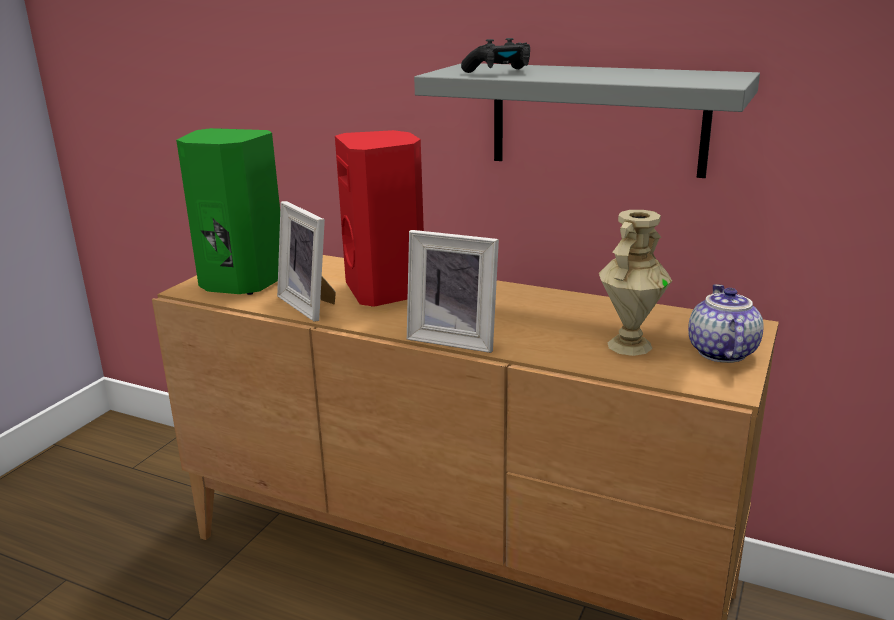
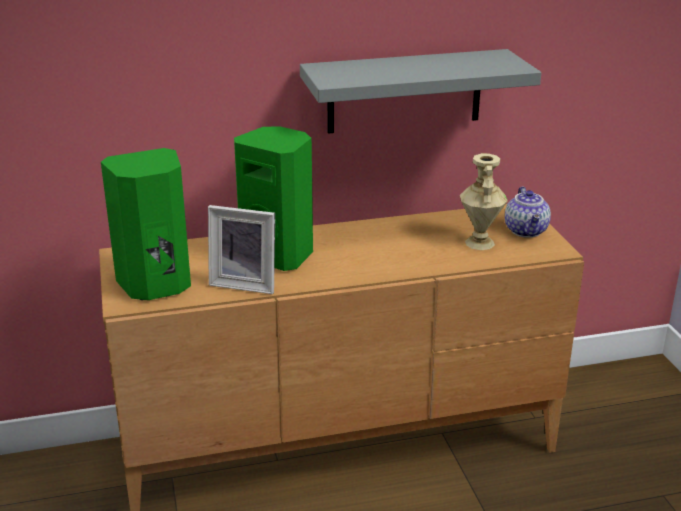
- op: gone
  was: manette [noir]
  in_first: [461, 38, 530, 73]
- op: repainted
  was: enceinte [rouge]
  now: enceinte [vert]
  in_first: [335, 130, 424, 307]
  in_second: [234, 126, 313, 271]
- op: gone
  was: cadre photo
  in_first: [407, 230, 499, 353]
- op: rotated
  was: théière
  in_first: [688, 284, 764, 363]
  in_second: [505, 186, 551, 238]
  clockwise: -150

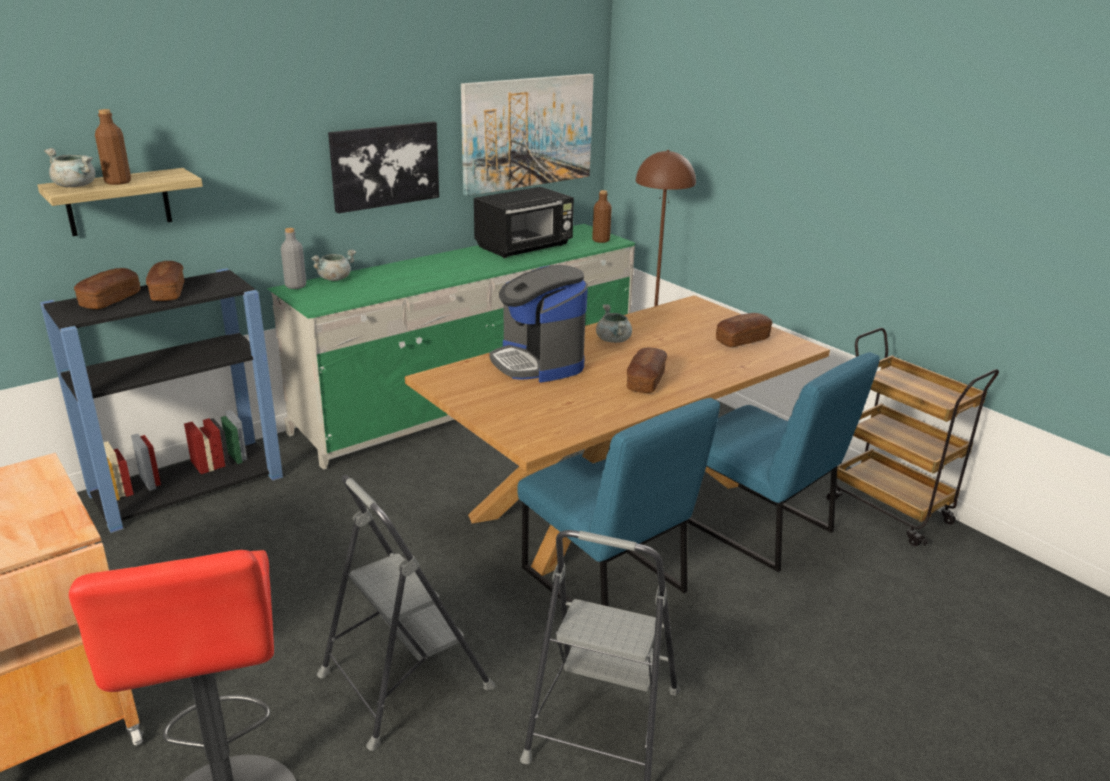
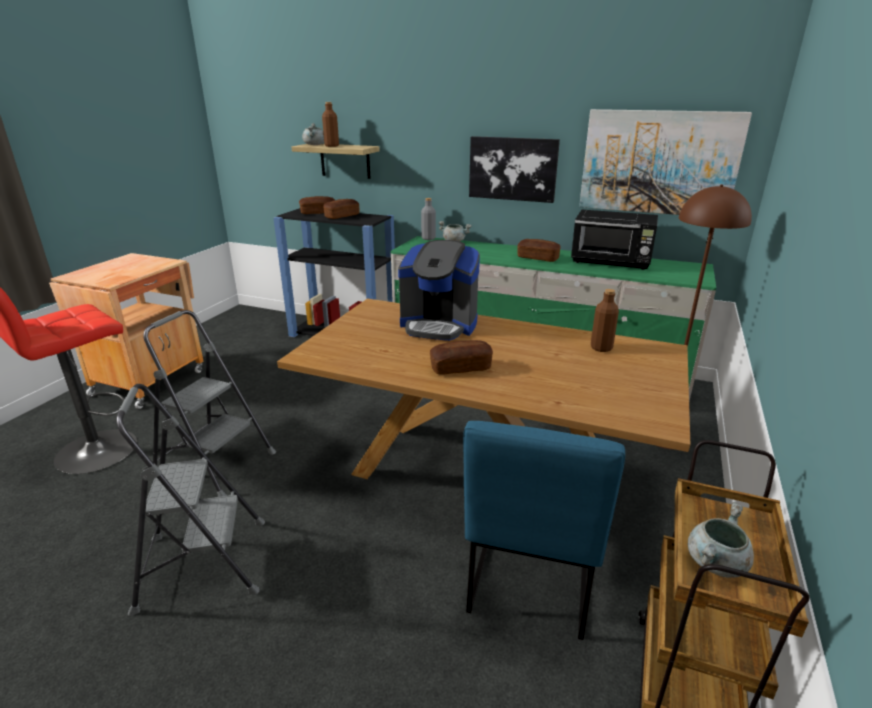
- op: shifted
  was: bouteille [marron]
  in_first: [592, 190, 612, 243]
  in_second: [591, 289, 619, 352]
- op: rotated
  was: machine à café
  in_first: [490, 265, 588, 383]
  in_second: [398, 240, 480, 341]
  clockwise: -105
- op: shifted
  was: marmite [gris]
  in_first: [596, 304, 632, 343]
  in_second: [688, 502, 754, 578]
- op: shifted
  was: pain
  in_first: [716, 313, 772, 347]
  in_second: [517, 239, 561, 262]
- op: gone
  was: chaise [bleu]
  in_first: [517, 398, 720, 607]

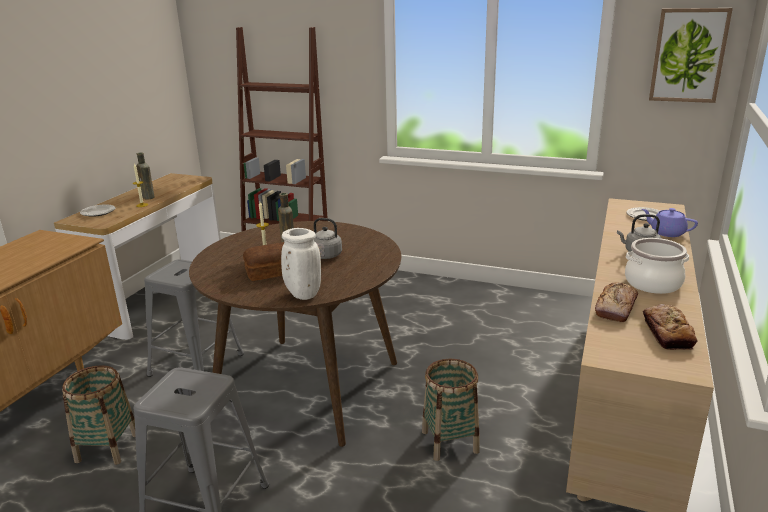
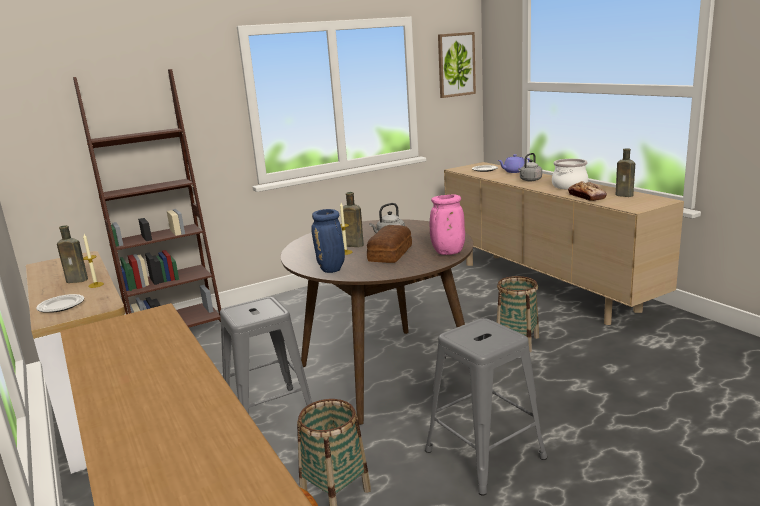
- op: repainted
  was: vase [blanc]
  now: vase [rose]
  in_first: [281, 228, 321, 300]
  in_second: [430, 194, 465, 255]
- op: swapped
  was: pain
  now: bouteille [marron]
  in_first: [643, 304, 697, 350]
  in_second: [616, 148, 635, 197]
- op: new
  now: vase [bleu]
  in_second: [311, 209, 345, 273]

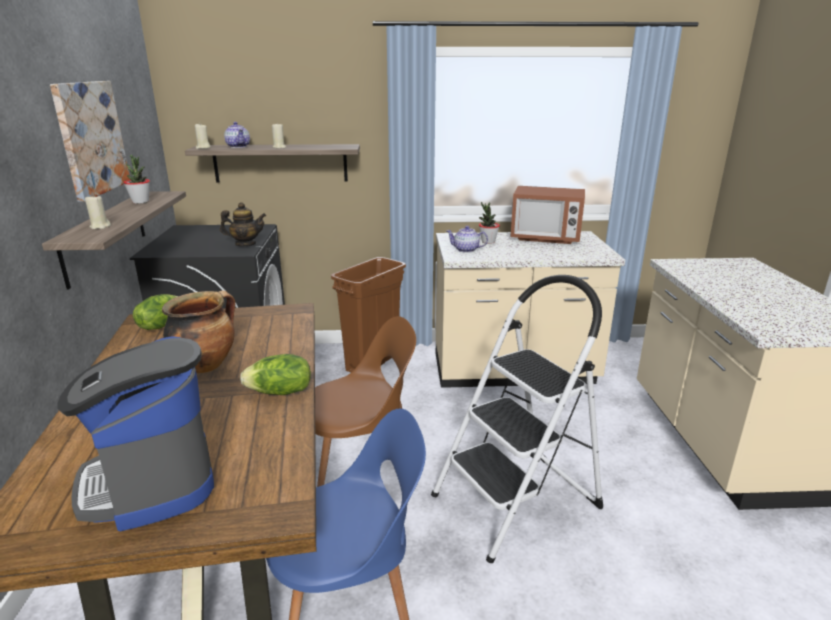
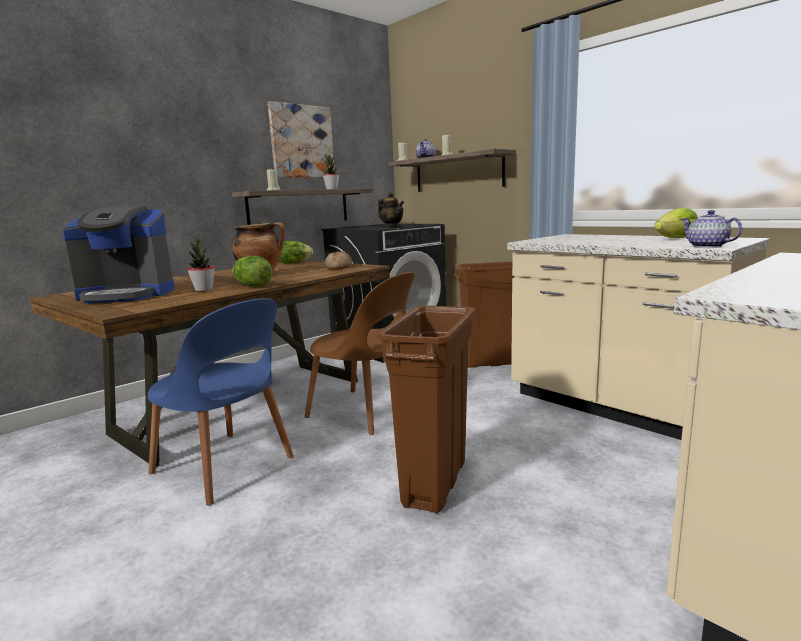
- op: swapped
  was: micro-ondes
  now: laitue
  in_first: [510, 186, 585, 244]
  in_second: [655, 208, 698, 238]
- op: shifted
  was: plante en pot
  in_first: [479, 202, 500, 244]
  in_second: [187, 238, 215, 291]
- op: shifted
  was: théière
  in_first: [446, 226, 488, 253]
  in_second: [681, 210, 742, 248]
- op: swapped
  was: escabeau
  now: poubelle [marron]
  in_first: [431, 275, 603, 563]
  in_second: [377, 306, 475, 513]
- op: rotated
  was: machine à café
  in_first: [57, 336, 214, 531]
  in_second: [62, 206, 174, 304]
  clockwise: -120
- op: new
  now: pain
  in_second: [325, 251, 352, 269]

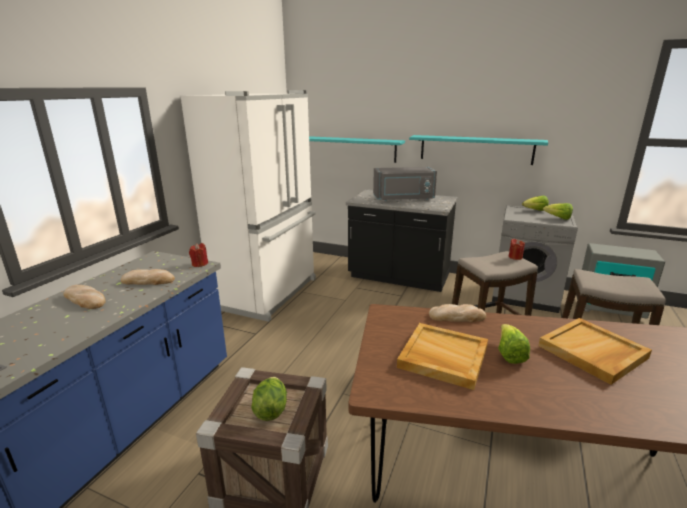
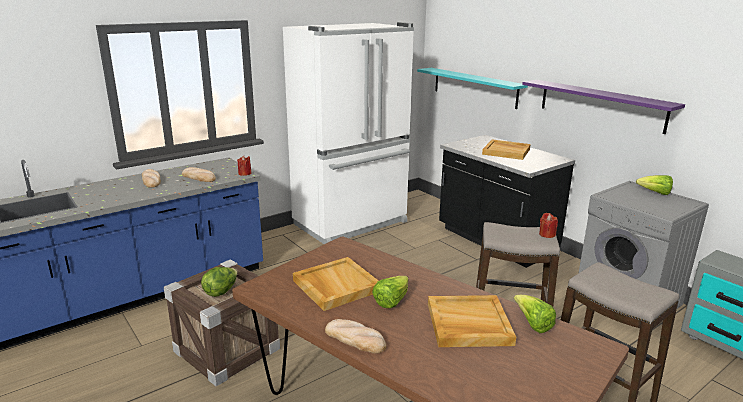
- op: repainted
  was: étagère [turquoise]
  now: étagère [violet]
  in_first: [409, 135, 548, 165]
  in_second: [522, 80, 685, 134]
- op: swapped
  was: micro-ondes [gris]
  now: plateau [beige]
  in_first: [373, 167, 437, 201]
  in_second: [482, 139, 531, 160]
- op: shifted
  was: laitue
  in_first: [543, 203, 573, 220]
  in_second: [514, 295, 556, 333]
- op: shifted
  was: pain
  in_first: [429, 304, 486, 322]
  in_second: [325, 319, 386, 354]

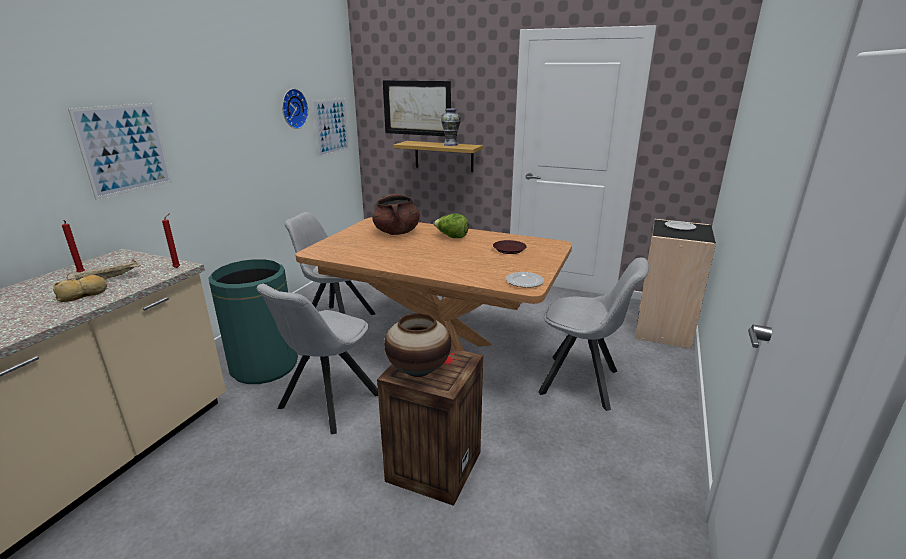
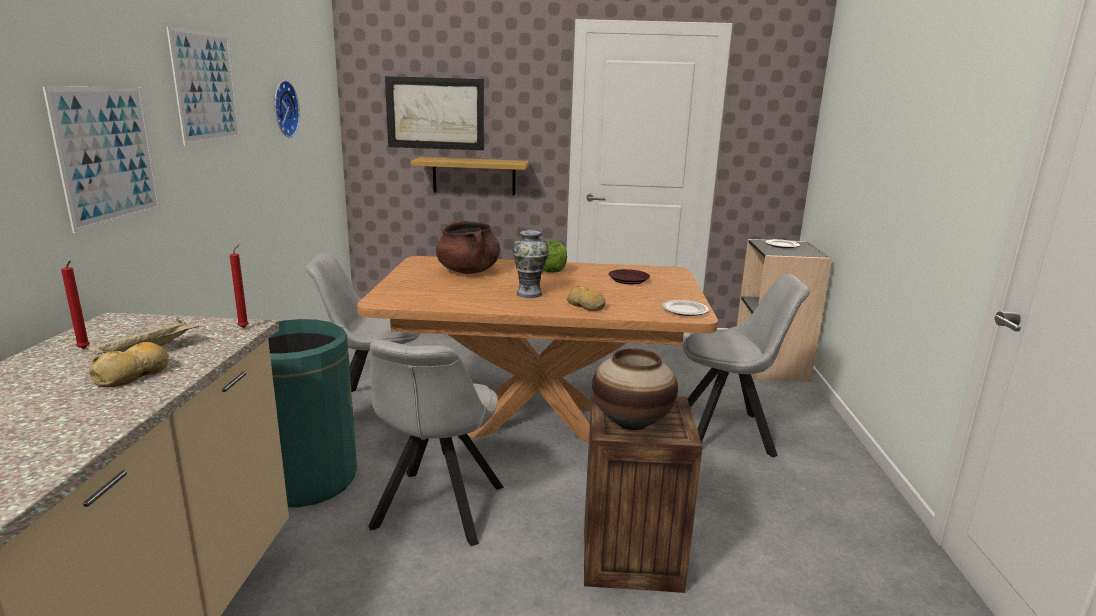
- op: shifted
  was: tableau
  in_first: [313, 98, 349, 157]
  in_second: [166, 26, 240, 145]
- op: shifted
  was: vase
  in_first: [441, 108, 461, 146]
  in_second: [512, 230, 549, 298]
- op: new
  now: pain
  in_second: [567, 286, 606, 311]

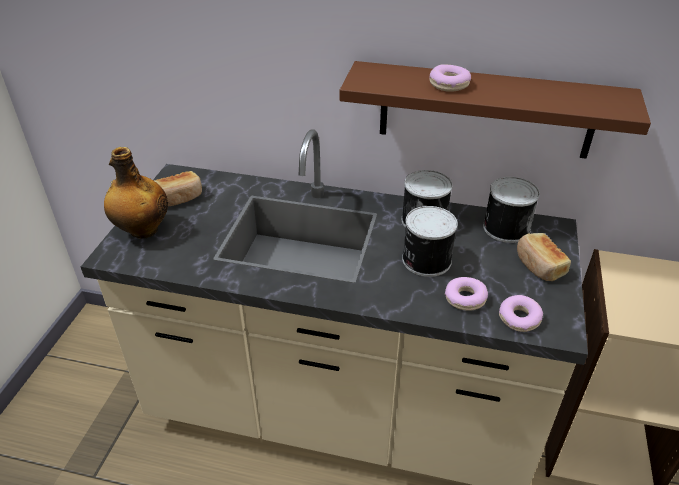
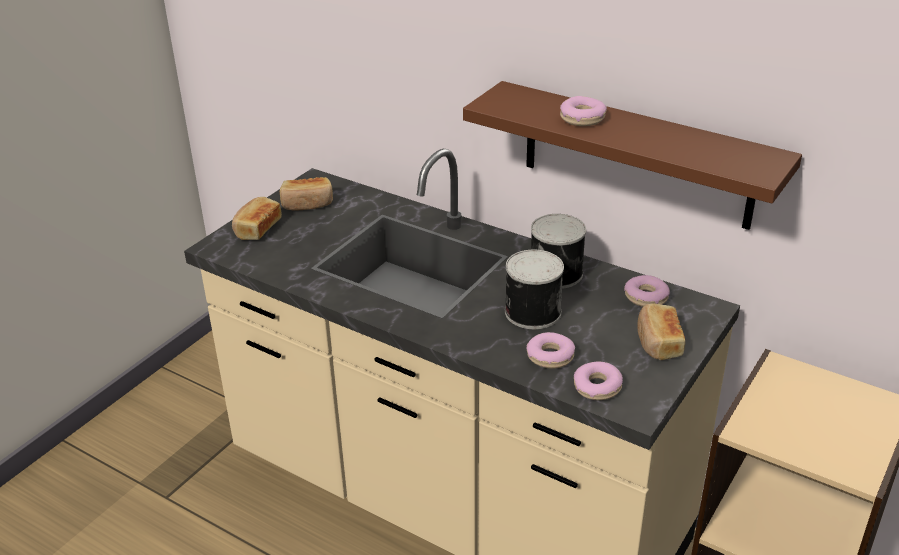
- op: swapped
  was: bouteille
  now: pain
  in_first: [104, 147, 168, 239]
  in_second: [232, 197, 282, 240]
- op: swapped
  was: boîte métallique
  now: beignet
  in_first: [483, 177, 540, 243]
  in_second: [624, 275, 670, 307]

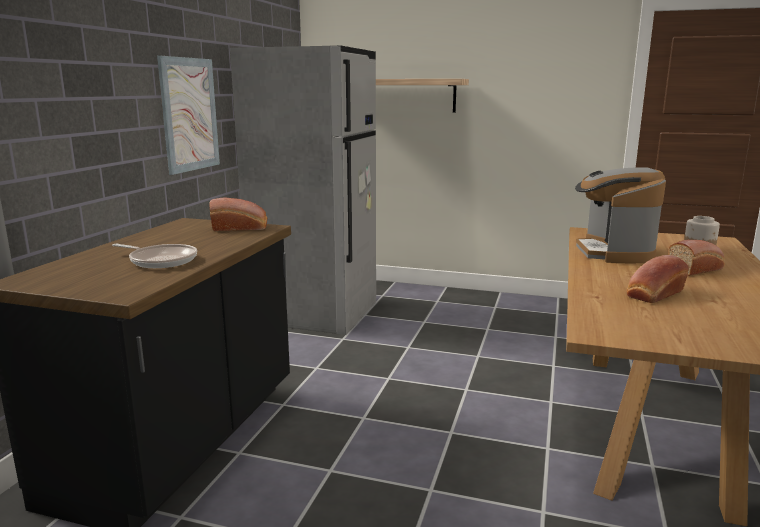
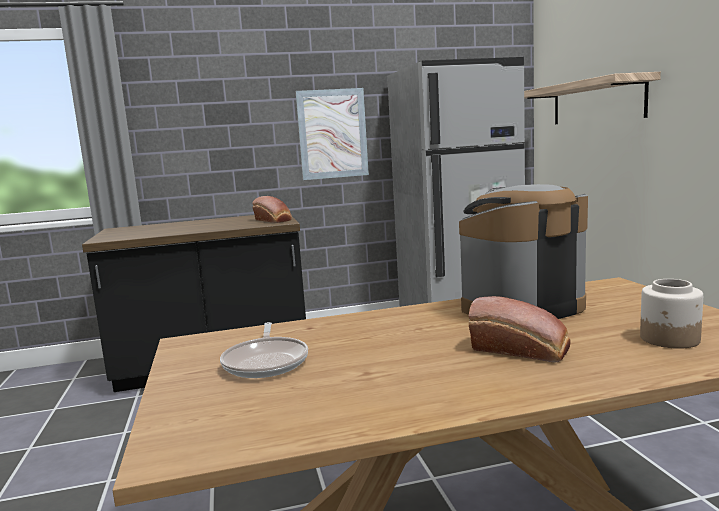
- op: shifted
  was: poêle
  in_first: [112, 244, 197, 268]
  in_second: [220, 322, 308, 378]
- op: gone
  was: pain
  in_first: [626, 255, 689, 303]

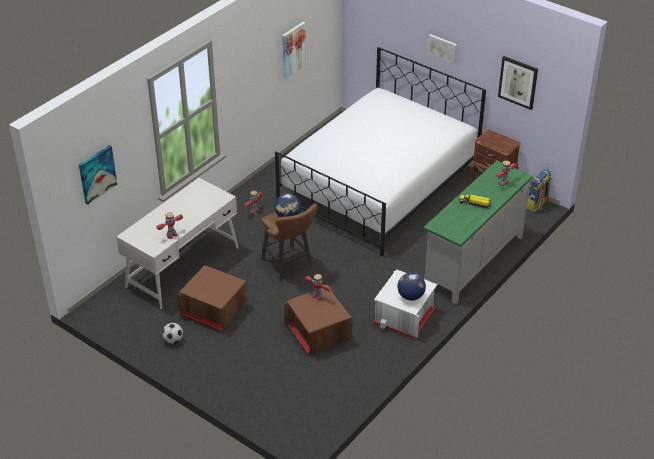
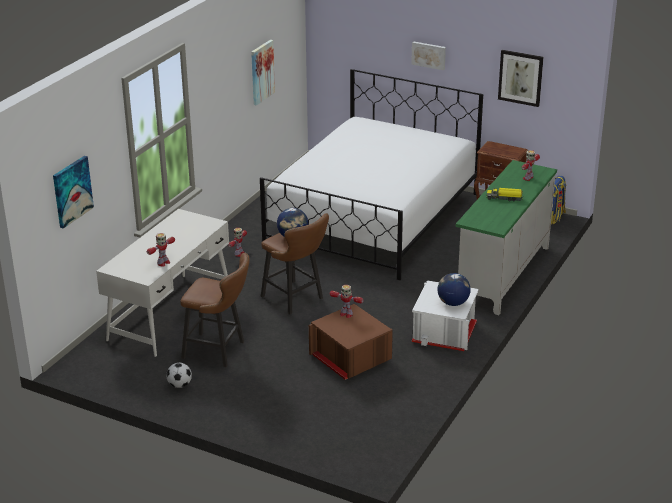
- op: swapped
  was: boîte de rangement [marron]
  now: tabouret [marron]
  in_first: [178, 265, 247, 331]
  in_second: [180, 253, 249, 367]

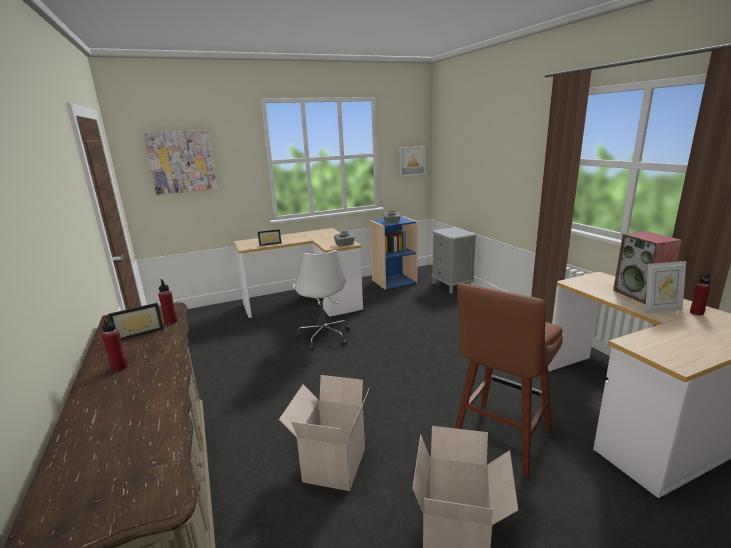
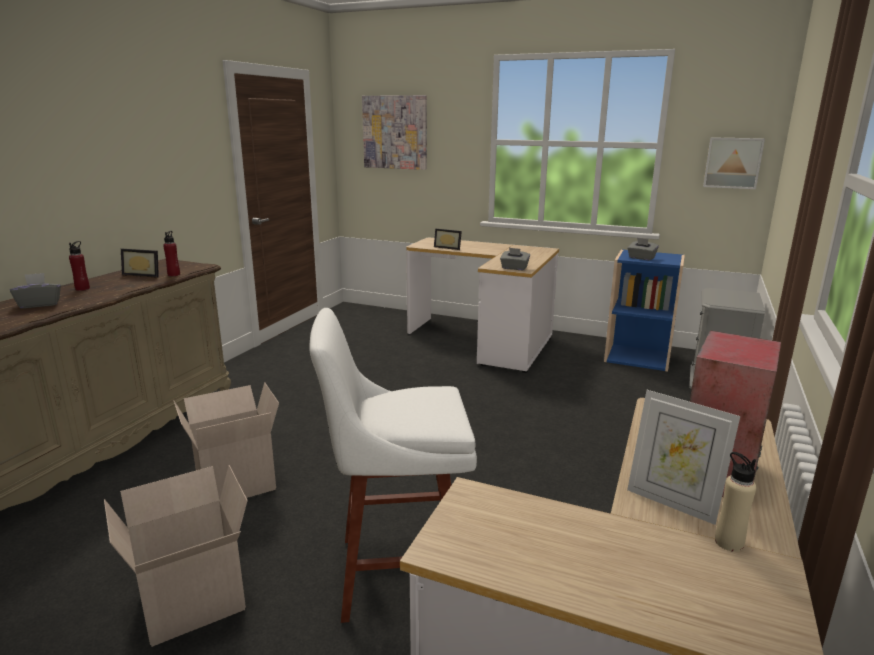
- op: gone
  was: chaise de bureau [blanc]
  in_first: [293, 250, 350, 351]
- op: repainted
  was: bouteille [rouge]
  now: bouteille [beige]
  in_first: [690, 274, 711, 315]
  in_second: [715, 452, 756, 552]
- op: repainted
  was: tabouret [marron]
  now: tabouret [blanc]
  in_first: [455, 283, 563, 477]
  in_second: [310, 308, 477, 623]
- op: new
  now: boîte à mouchoirs [gris]
  in_second: [10, 273, 61, 309]

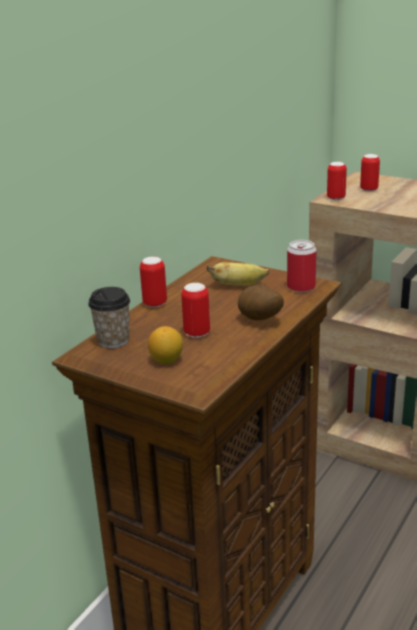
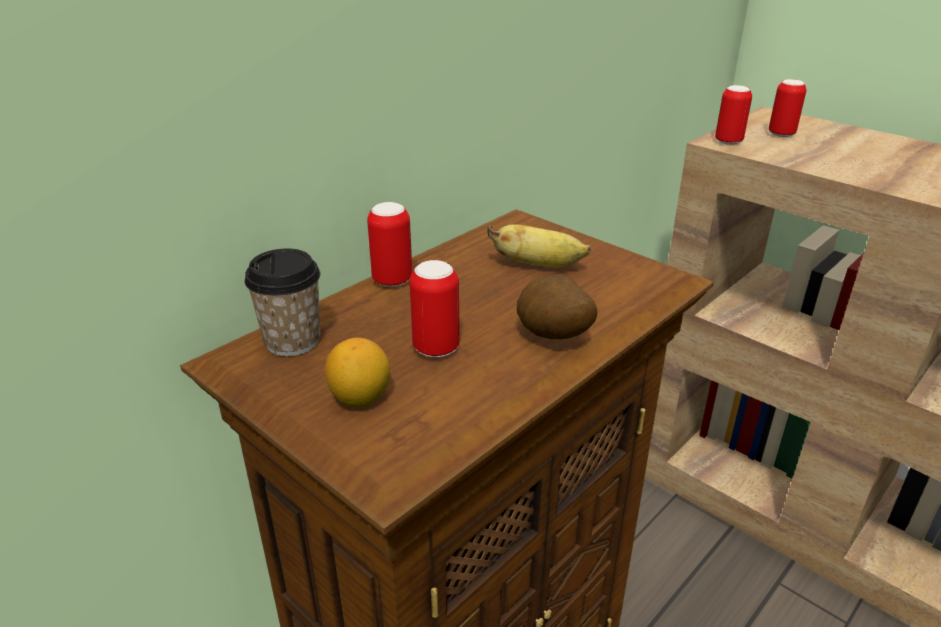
- op: gone
  was: boîte métallique
  in_first: [287, 240, 316, 292]

